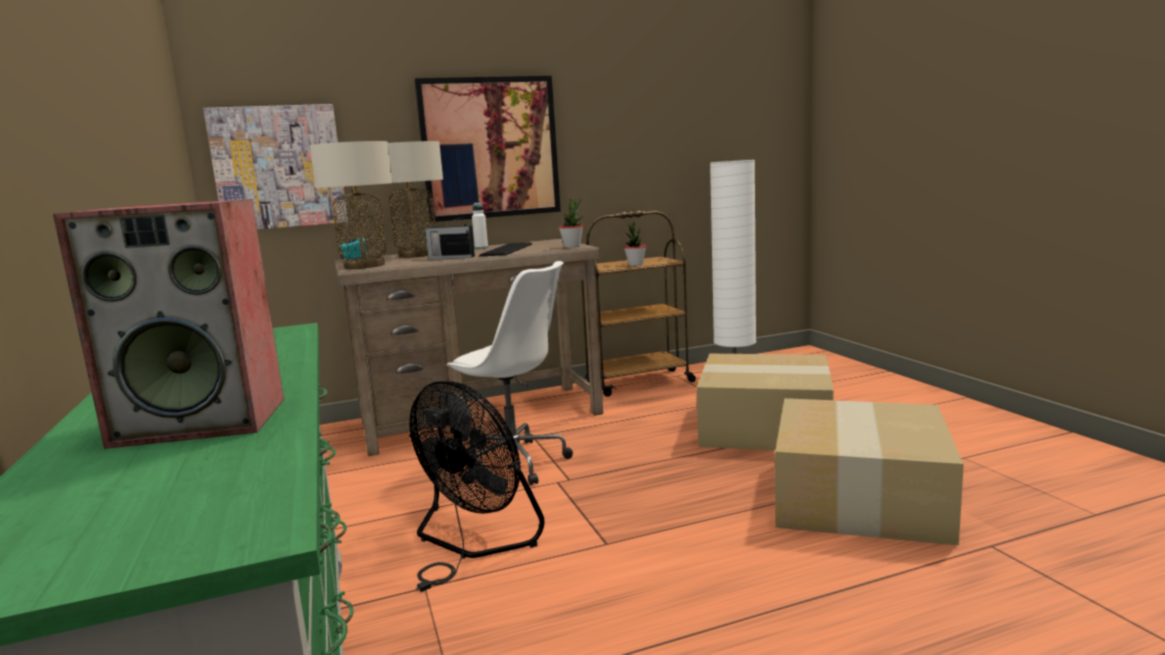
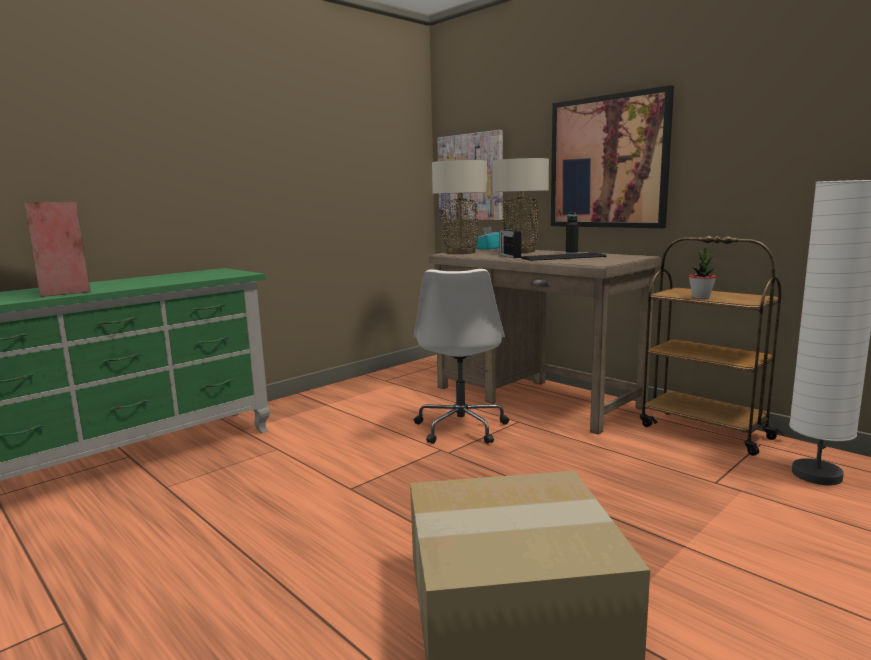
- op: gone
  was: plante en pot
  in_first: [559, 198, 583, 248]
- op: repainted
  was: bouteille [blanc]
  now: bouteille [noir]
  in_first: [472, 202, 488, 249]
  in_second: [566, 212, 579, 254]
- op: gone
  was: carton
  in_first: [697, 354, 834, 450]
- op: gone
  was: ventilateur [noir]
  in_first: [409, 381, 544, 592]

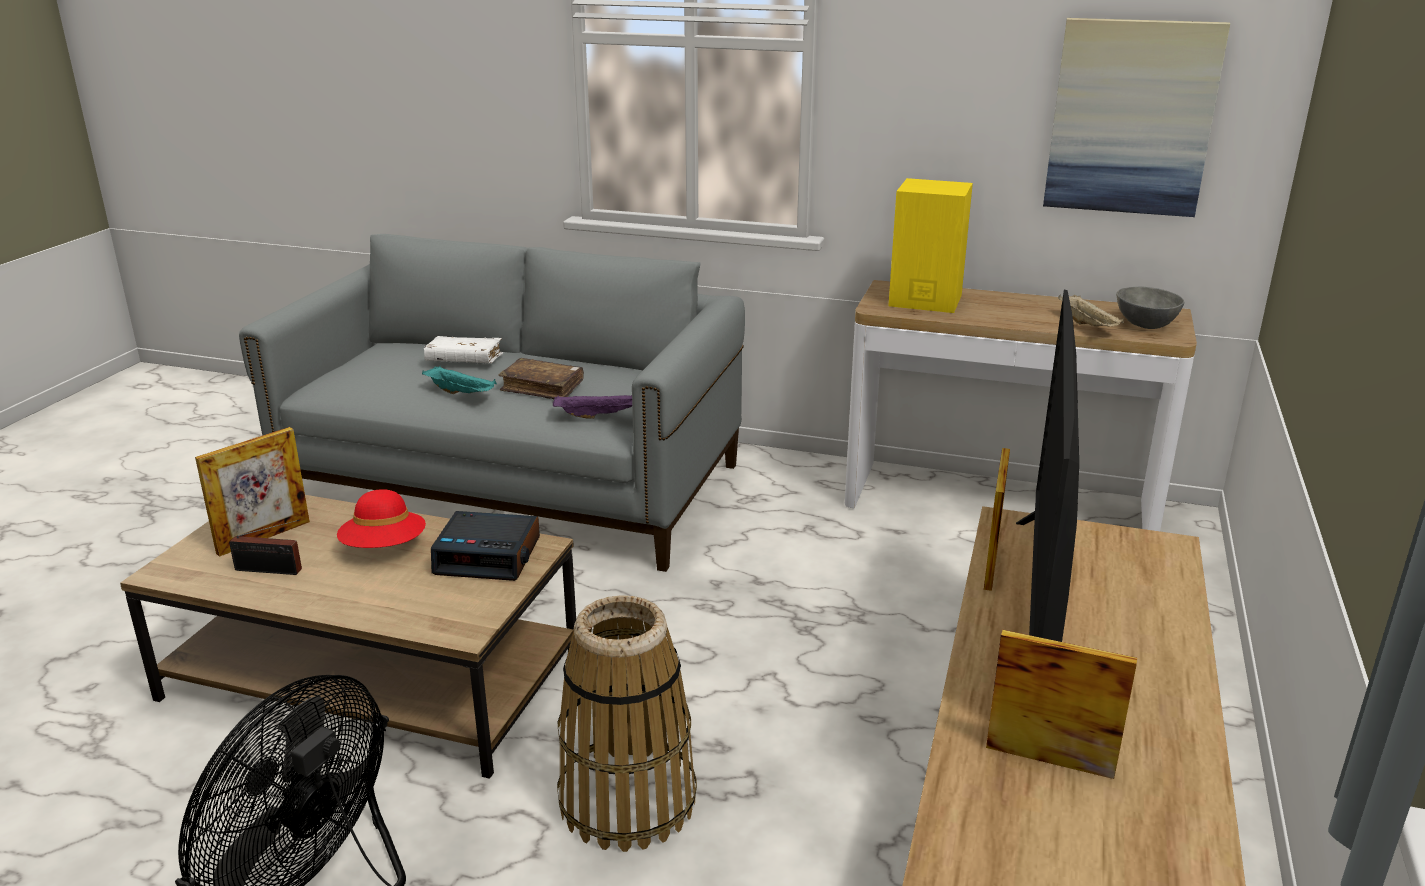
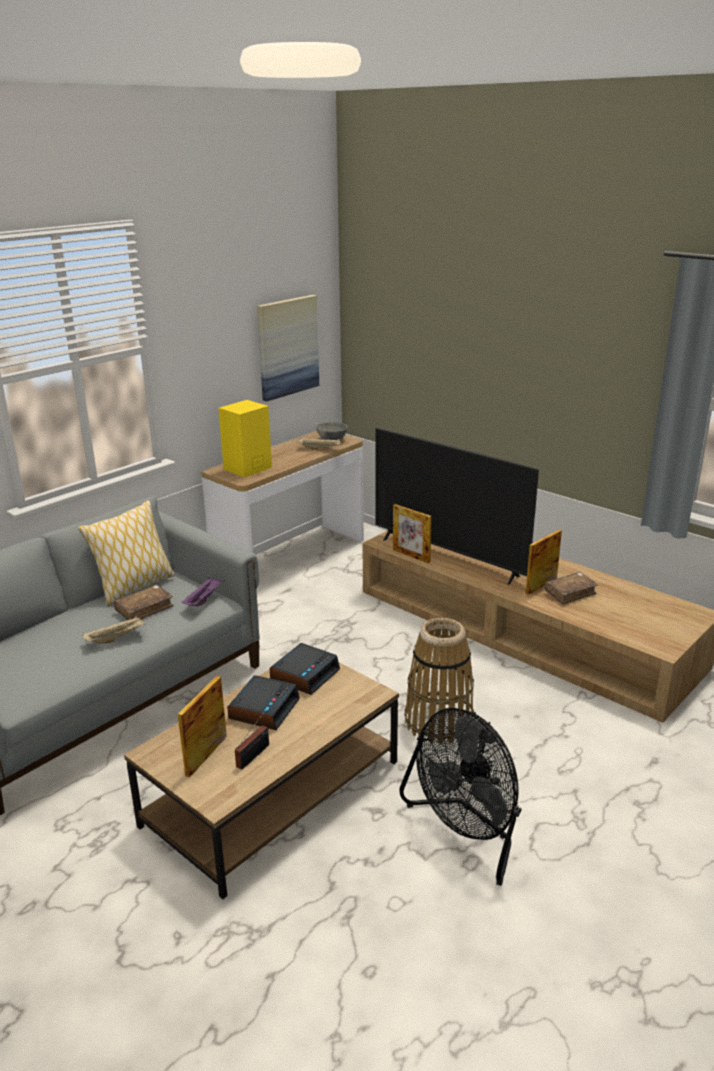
- op: gone
  was: livre [blanc]
  in_first: [424, 336, 503, 363]
- op: repainted
  was: plateau [turquoise]
  now: plateau [beige]
  in_first: [422, 366, 497, 394]
  in_second: [82, 616, 146, 644]
- op: rotated
  was: cadre photo
  in_first: [195, 427, 310, 557]
  in_second: [178, 676, 227, 777]
  clockwise: -135
- op: swapped
  was: chapeau [rouge]
  now: réveil
  in_first: [337, 489, 426, 548]
  in_second: [227, 675, 300, 730]
- op: new
  now: coussin
  in_second: [78, 500, 175, 606]
- op: new
  now: livre [marron]
  in_second: [544, 572, 598, 605]

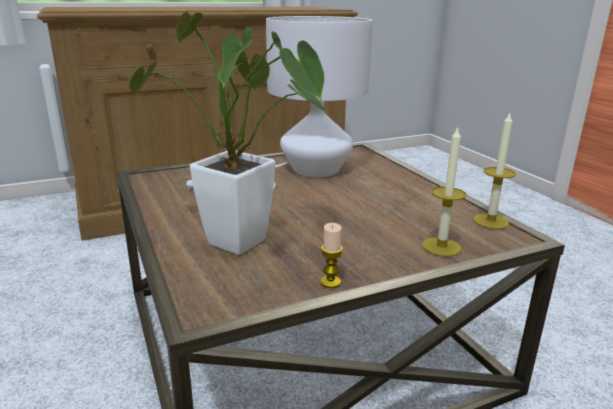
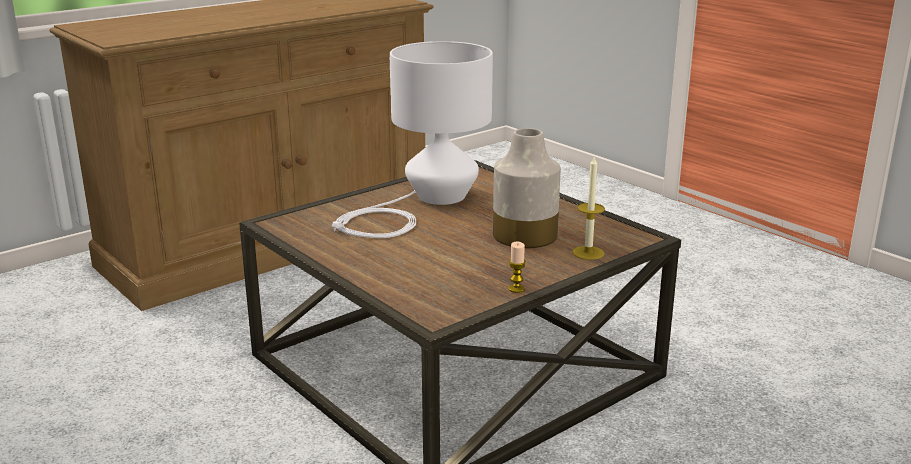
- op: gone
  was: plante en pot
  in_first: [129, 12, 330, 255]
- op: gone
  was: bougie
  in_first: [473, 113, 516, 229]
- op: new
  now: vase [beige]
  in_second: [493, 128, 561, 248]

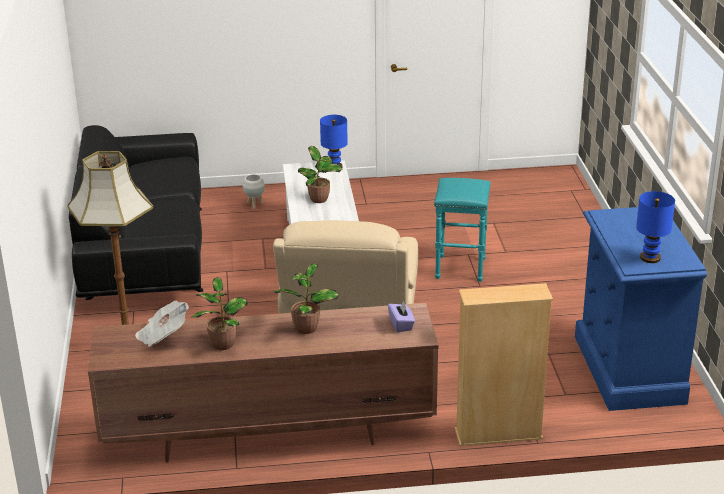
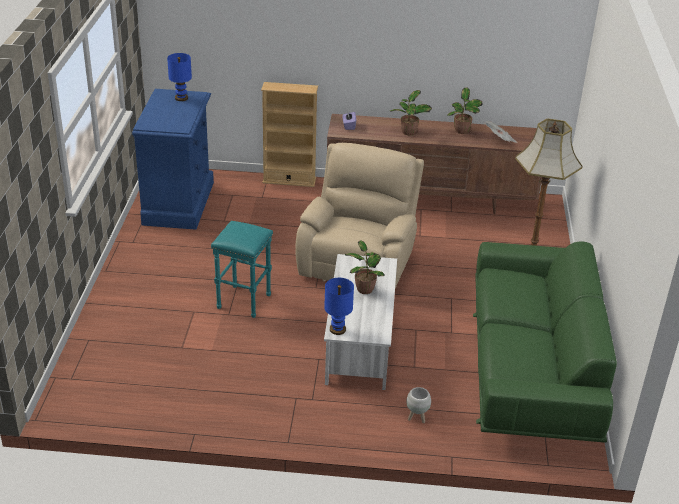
- op: repainted
  was: canapé [noir]
  now: canapé [vert]
  in_first: [69, 125, 203, 300]
  in_second: [473, 242, 617, 443]

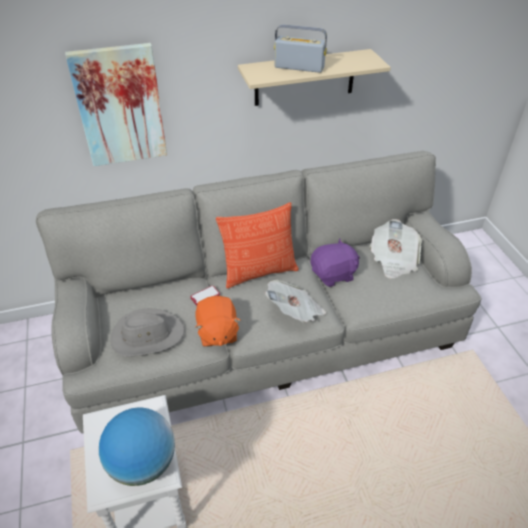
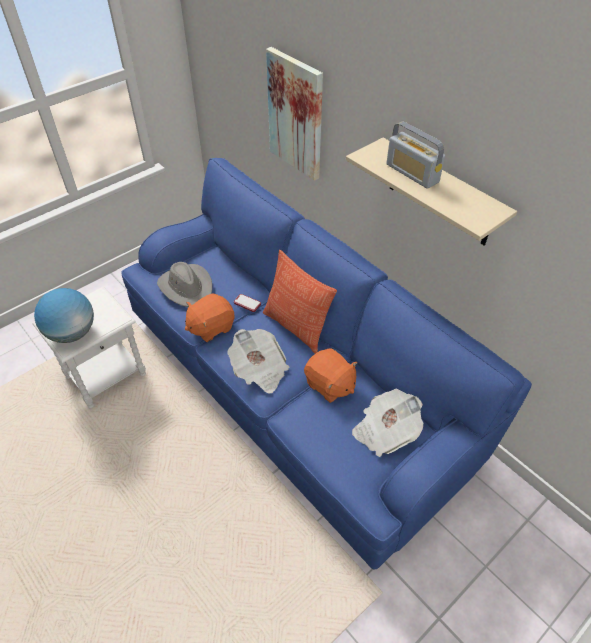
- op: rotated
  was: radio
  in_first: [274, 25, 327, 73]
  in_second: [386, 122, 445, 189]
  clockwise: 150
- op: repainted
  was: canapé [gris]
  now: canapé [bleu]
  in_first: [36, 151, 481, 433]
  in_second: [121, 158, 532, 569]
- op: repainted
  was: peluche [violet]
  now: peluche [orange]
  in_first: [311, 239, 360, 287]
  in_second: [304, 348, 358, 403]

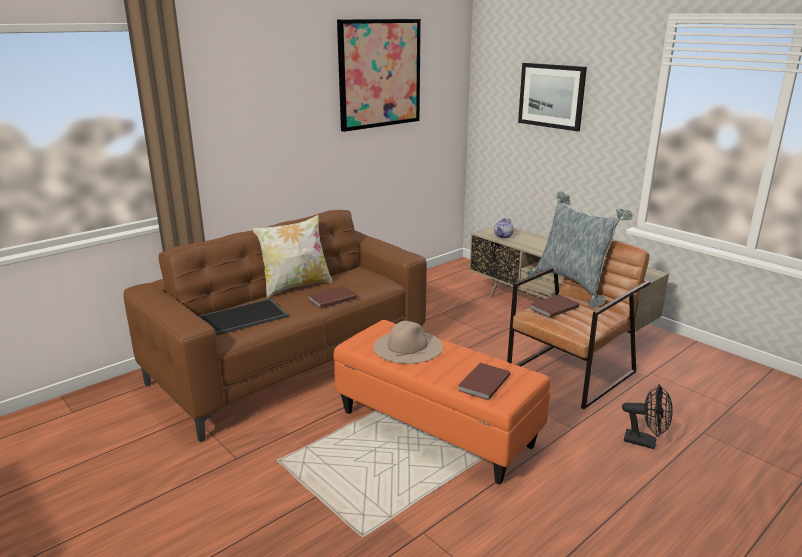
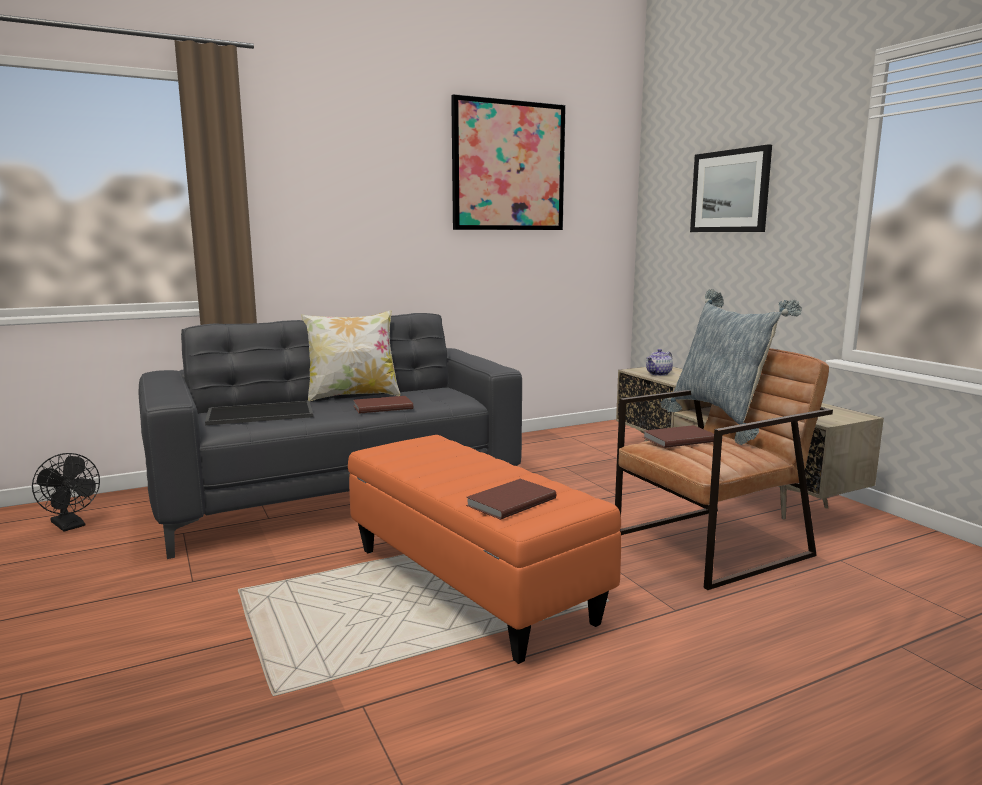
- op: repainted
  was: canapé [marron]
  now: canapé [gris]
  in_first: [124, 210, 427, 442]
  in_second: [138, 313, 522, 559]
- op: gone
  was: chapeau [beige]
  in_first: [373, 321, 443, 364]
- op: shifted
  was: ventilateur [noir]
  in_first: [622, 384, 673, 449]
  in_second: [32, 453, 100, 532]

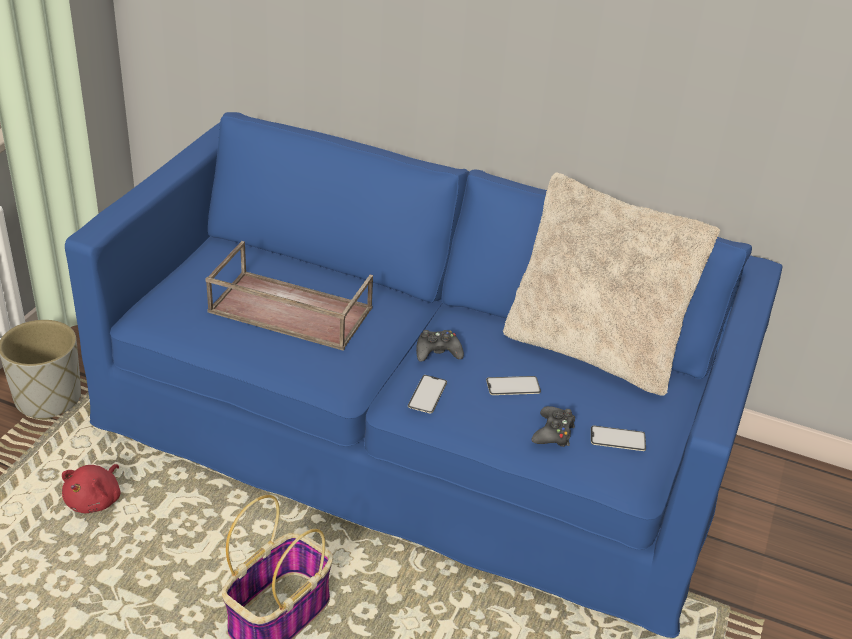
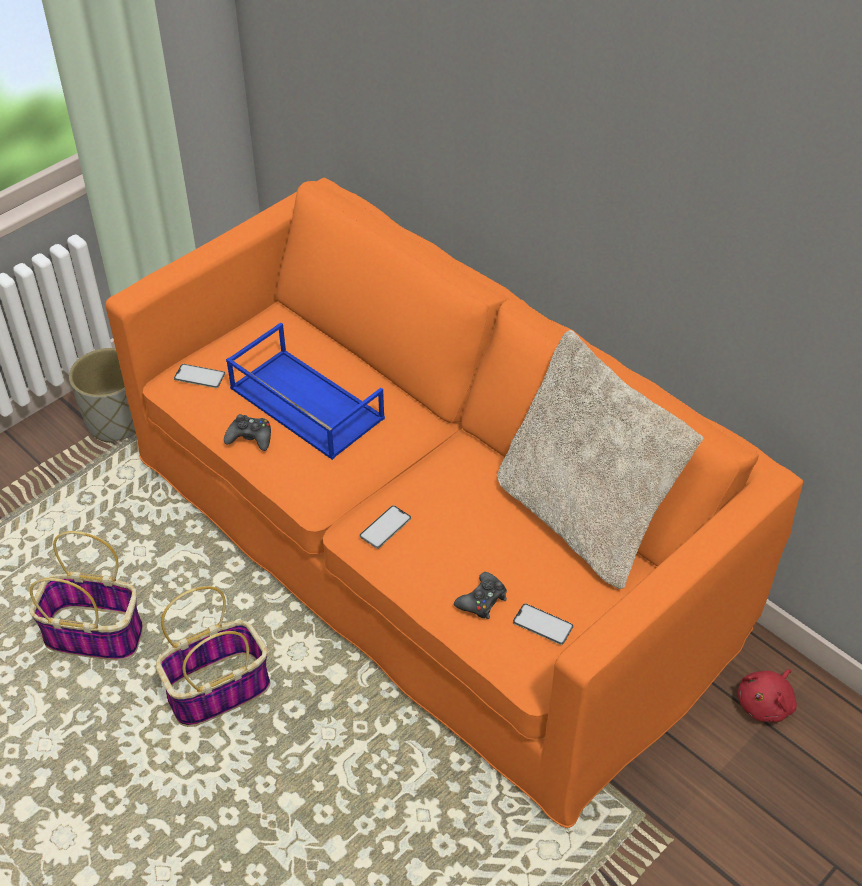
- op: repainted
  was: canapé [bleu]
  now: canapé [orange]
  in_first: [65, 112, 782, 638]
  in_second: [105, 178, 803, 828]
- op: repainted
  was: plateau [marron]
  now: plateau [bleu]
  in_first: [205, 241, 373, 351]
  in_second: [226, 323, 385, 460]
- op: shifted
  was: manette [noir]
  in_first: [416, 330, 464, 362]
  in_second: [224, 414, 271, 451]
- op: shifted
  was: téléphone
  in_first: [486, 376, 541, 395]
  in_second: [174, 364, 225, 388]
- op: shifted
  was: peluche [rouge]
  in_first: [62, 464, 120, 513]
  in_second: [737, 669, 797, 722]
- op: new
  now: panier
  in_second: [29, 531, 143, 661]

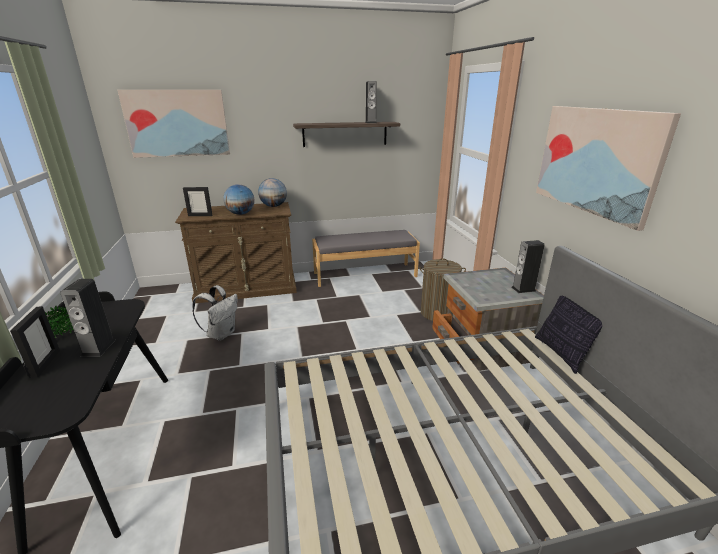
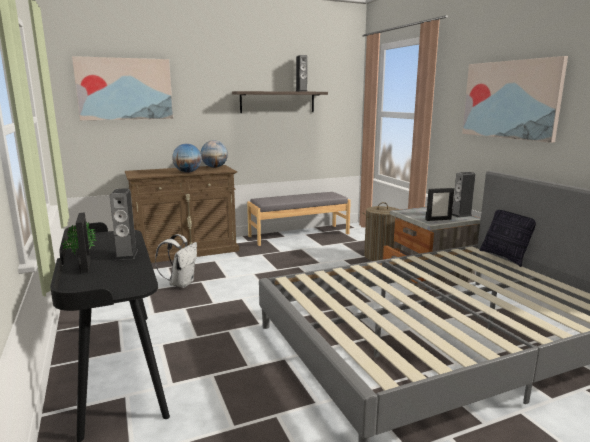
- op: shifted
  was: cadre photo
  in_first: [183, 187, 212, 216]
  in_second: [425, 188, 454, 221]

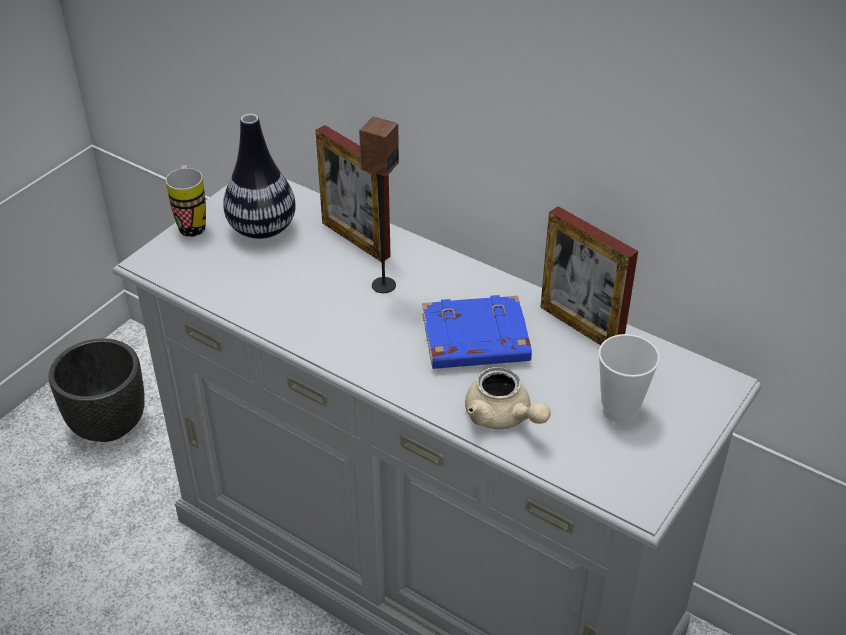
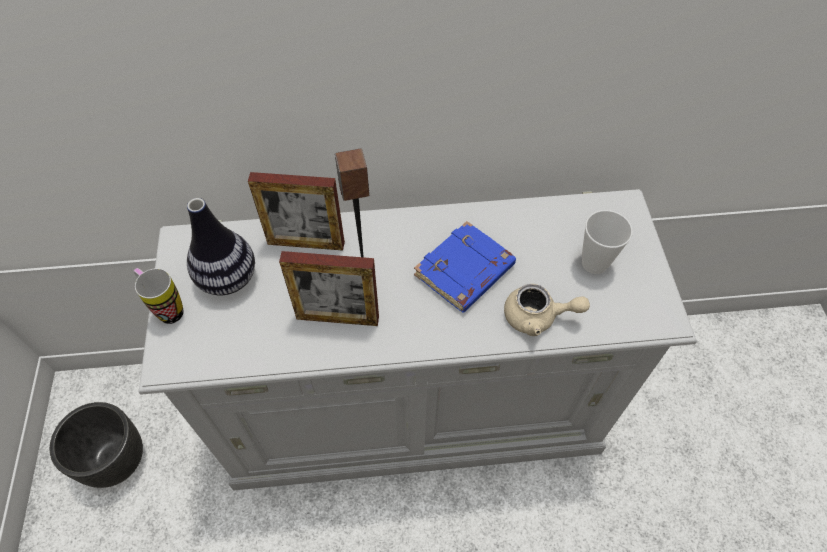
- op: shifted
  was: cadre photo
  in_first: [540, 206, 638, 345]
  in_second: [279, 251, 379, 326]

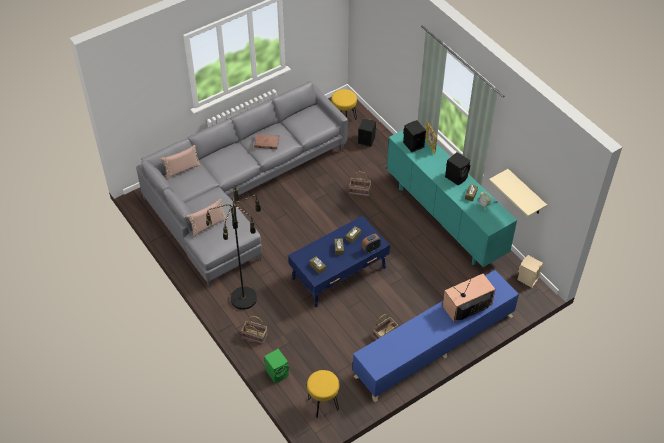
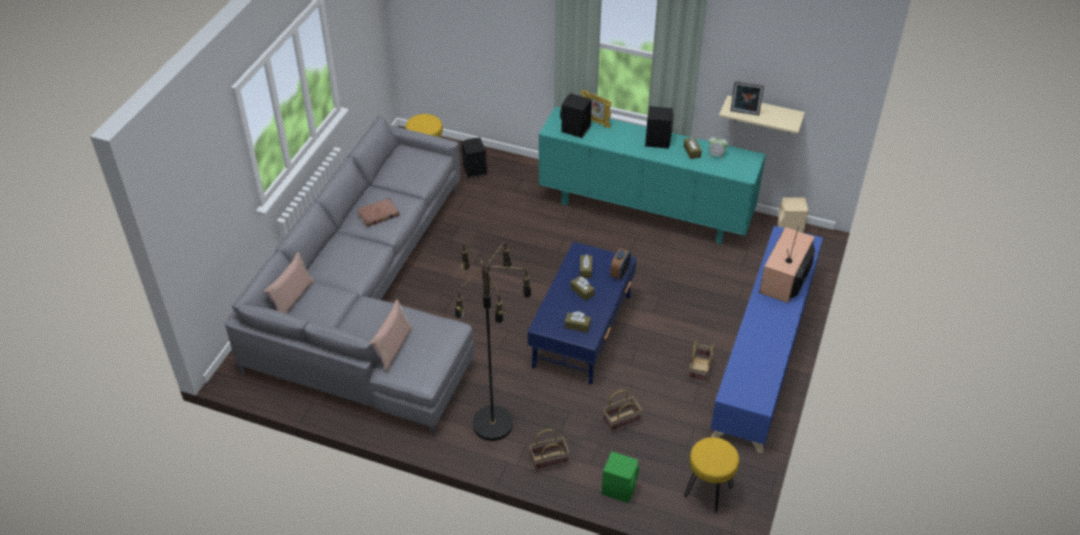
- op: shifted
  was: panier
  in_first: [349, 171, 371, 196]
  in_second: [603, 390, 642, 434]
- op: new
  now: cadre photo
  in_second: [730, 81, 764, 116]

